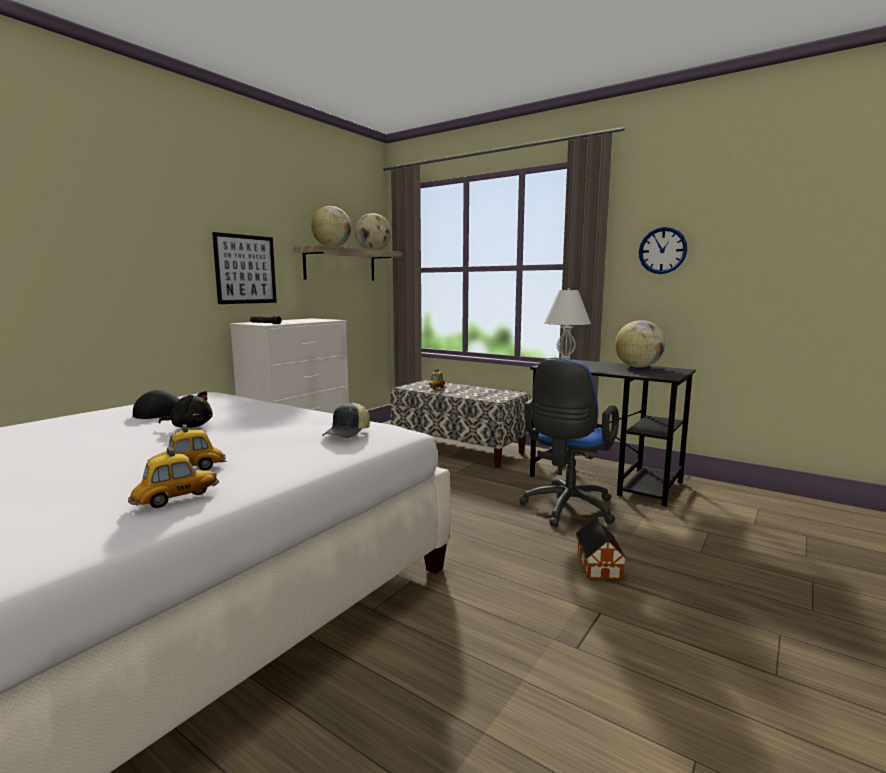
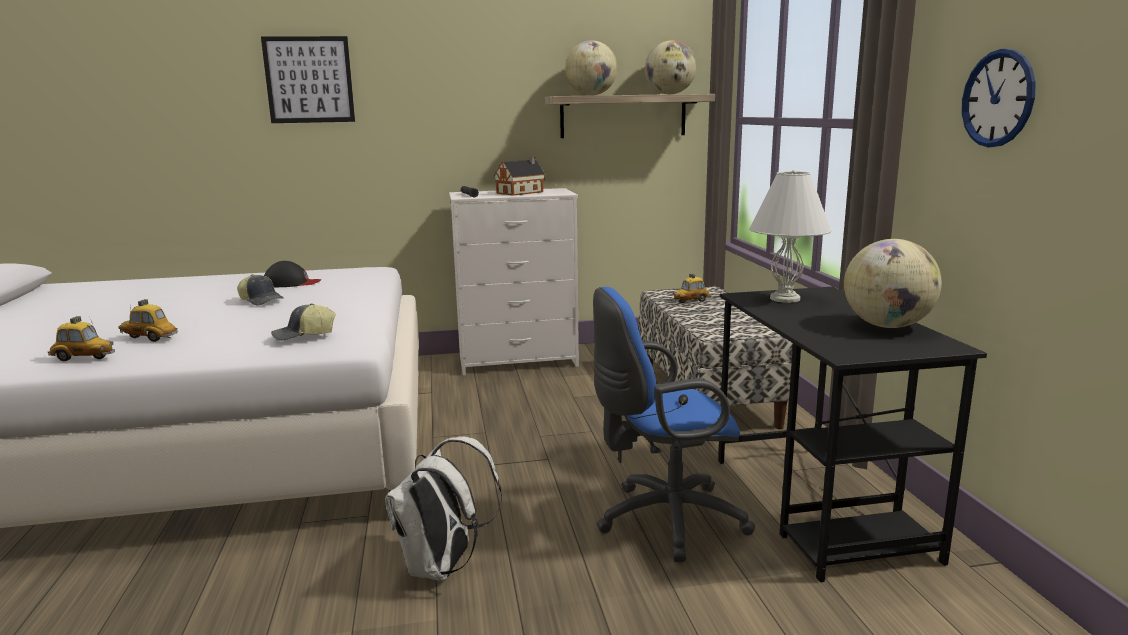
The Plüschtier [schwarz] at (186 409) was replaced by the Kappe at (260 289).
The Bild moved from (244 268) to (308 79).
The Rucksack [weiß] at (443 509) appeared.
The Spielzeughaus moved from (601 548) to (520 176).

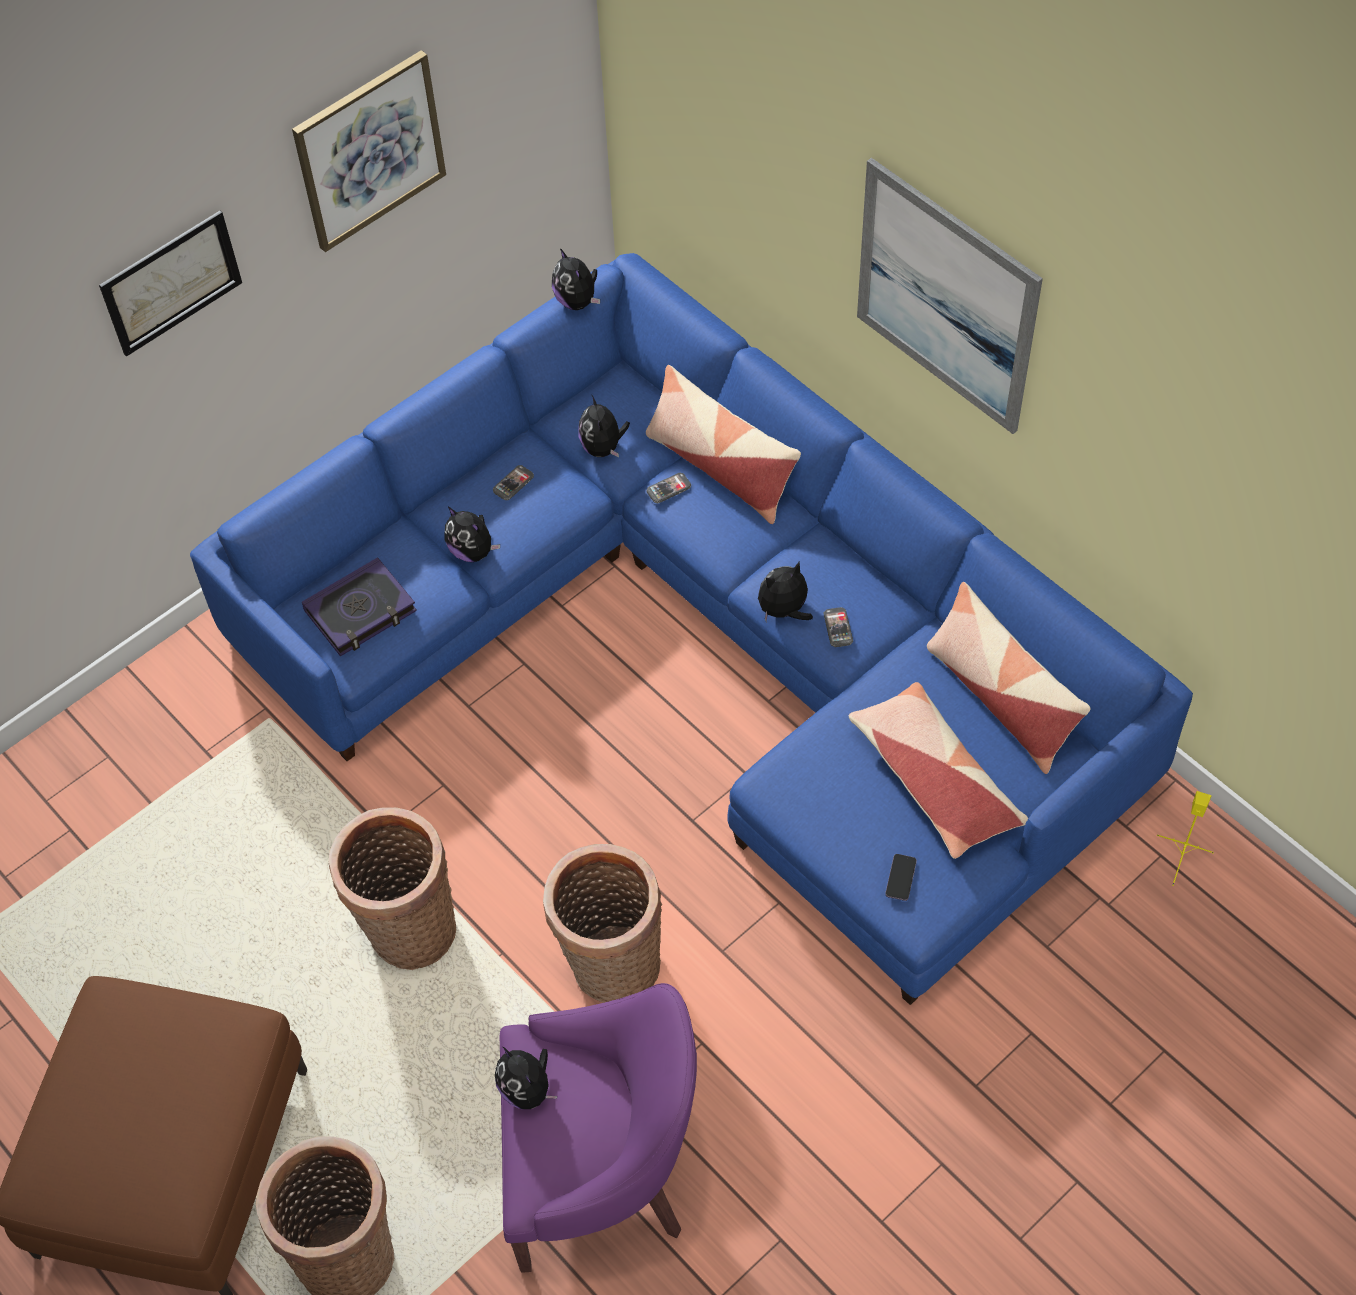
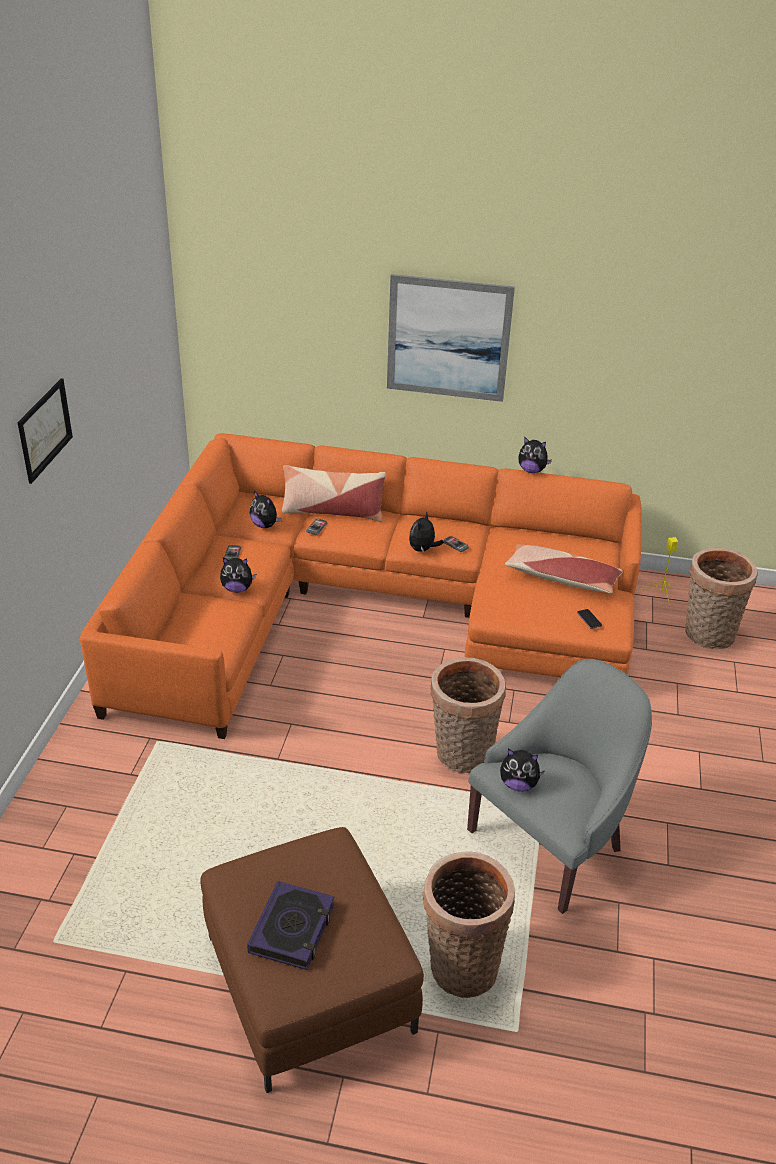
The Sofa [blau] at (691 629) became the Sofa [orange] at (361 586).
The Buch moved from (359 607) to (290 925).
The Sessel [lila] at (598 1128) became the Sessel [grau] at (559 786).
The Plüschtier moved from (576 279) to (535 455).
The Korb moved from (392 888) to (721 598).
The Bild at (369 151) disappeared.
The Kissen at (1009 678) disappeared.

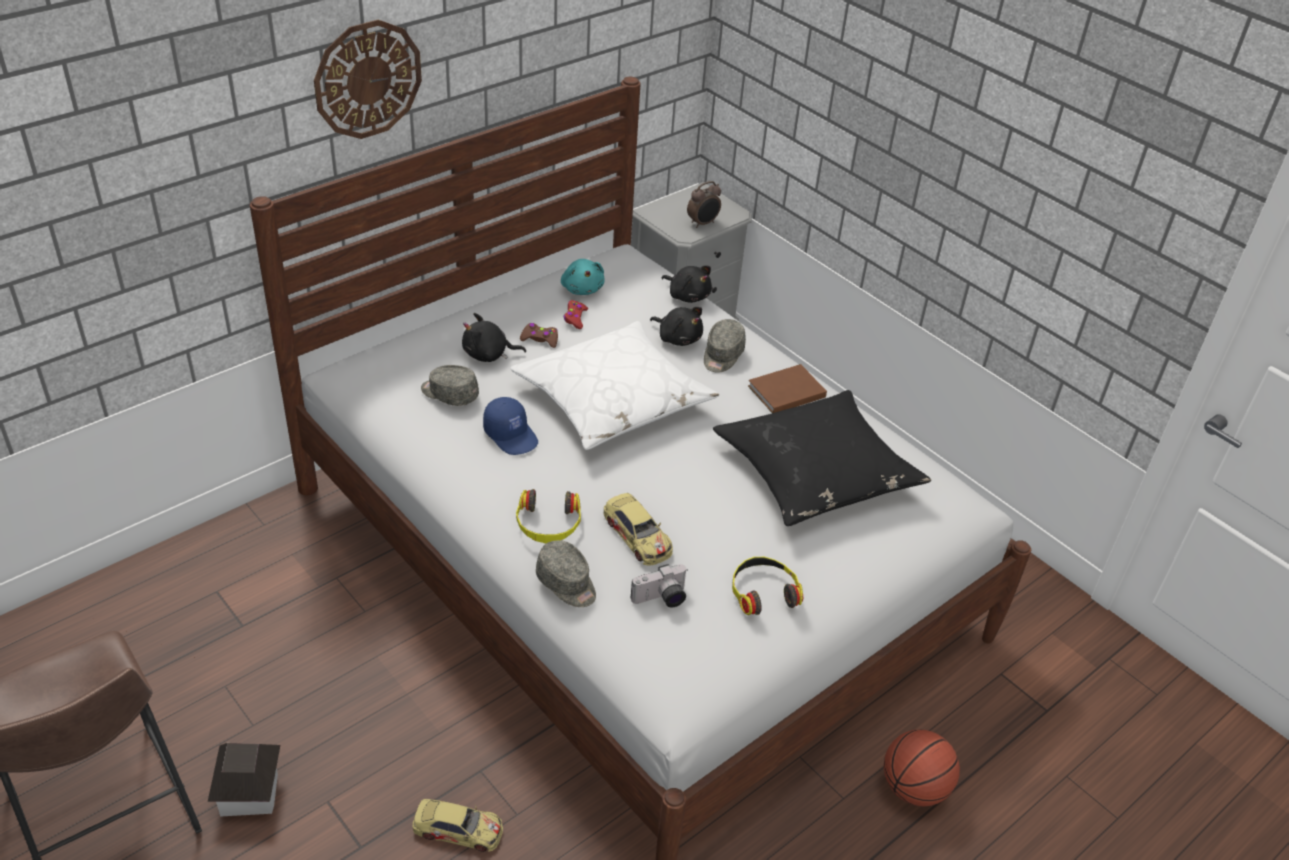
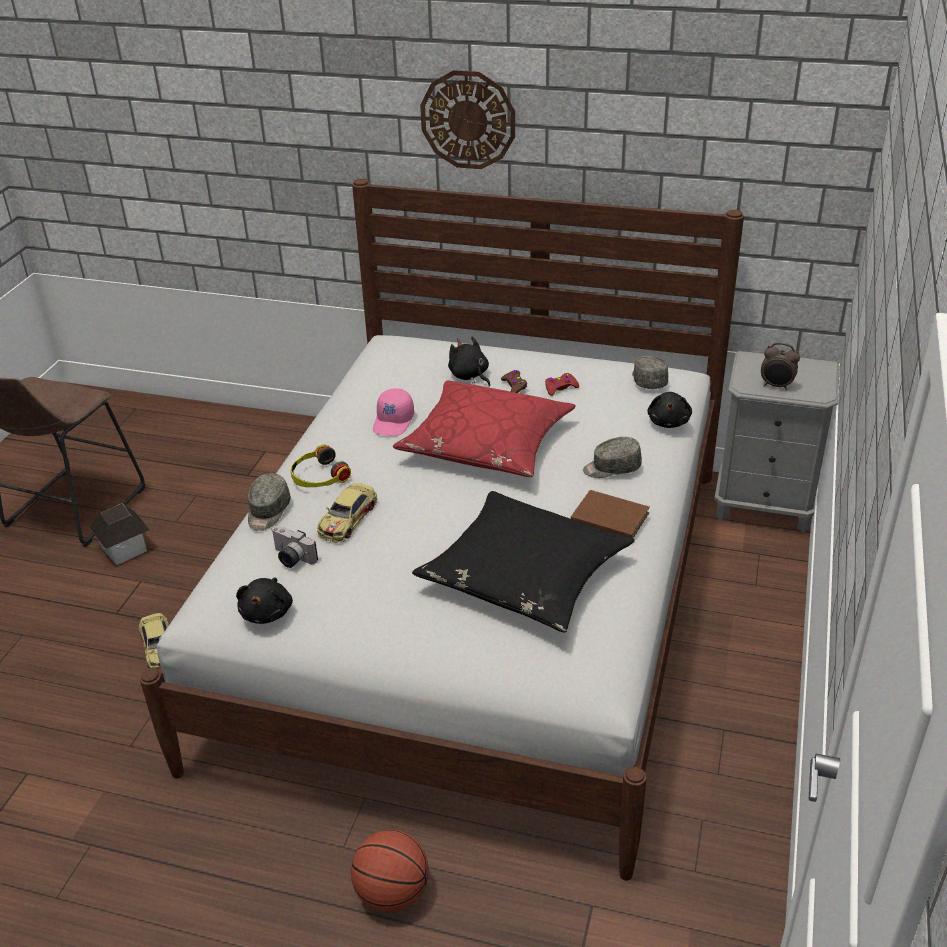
The Plüschtier [schwarz] moved from (676 326) to (264 600).
The Kappe [blau] at (510 426) became the Kappe [rosa] at (393 412).
The Kissen [weiß] at (614 385) became the Kissen [rot] at (484 429).
The Kappe [grau] moved from (450 385) to (650 372).
The Plüschtier [türkis] at (583 277) disappeared.
The Kopfhörer at (767 586) disappeared.

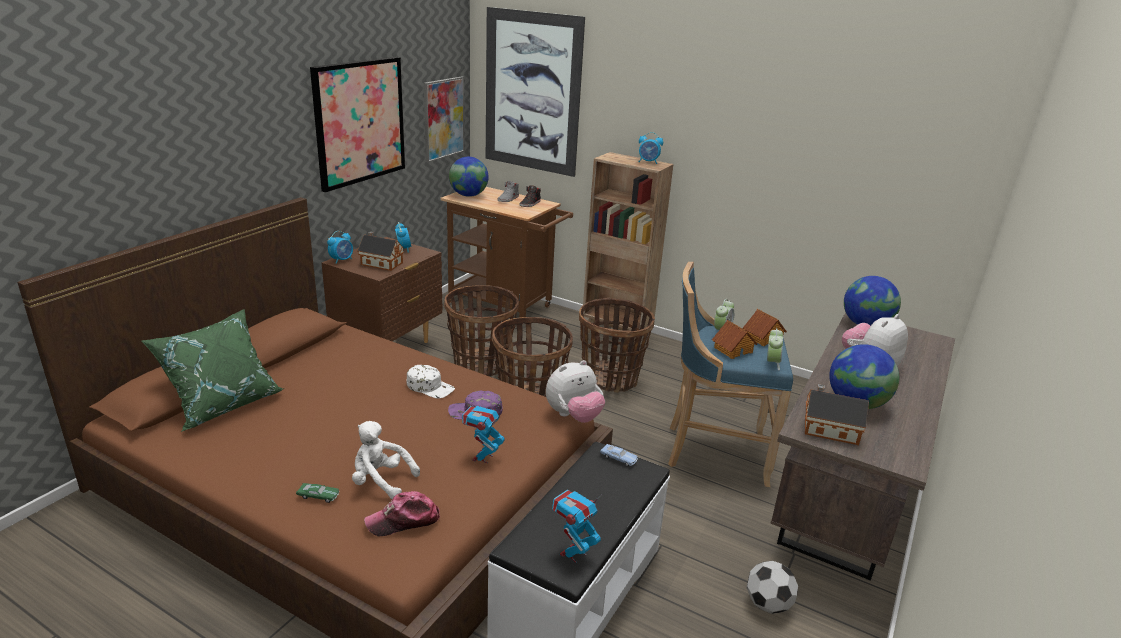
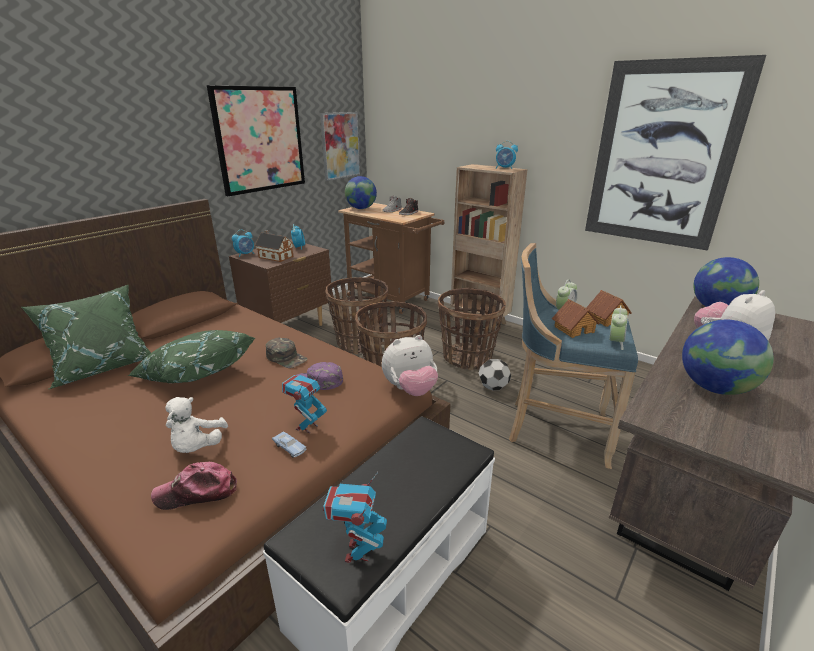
The Kissen [grün] at (191 356) appeared.
The Plüschtier [weiß] at (386 460) turned 120 degrees counterclockwise.
The Kappe [weiß] at (431 381) became the Kappe [grün] at (287 353).
The Spielzeugauto [blau] moved from (619 455) to (289 445).
The Spielzeugroboter at (577 526) turned 45 degrees counterclockwise.
The Fußball moved from (772 587) to (495 374).
The Bild moved from (535 92) to (675 153).
The Spielzeugauto [grün] at (317 493) disappeared.
The Spielzeughaus at (837 414) disappeared.

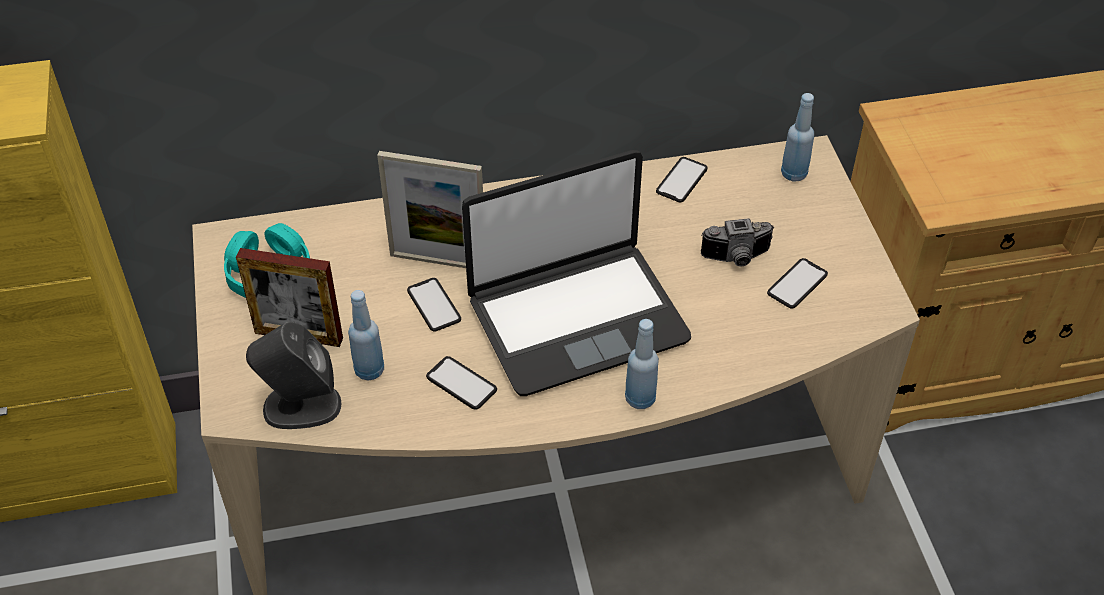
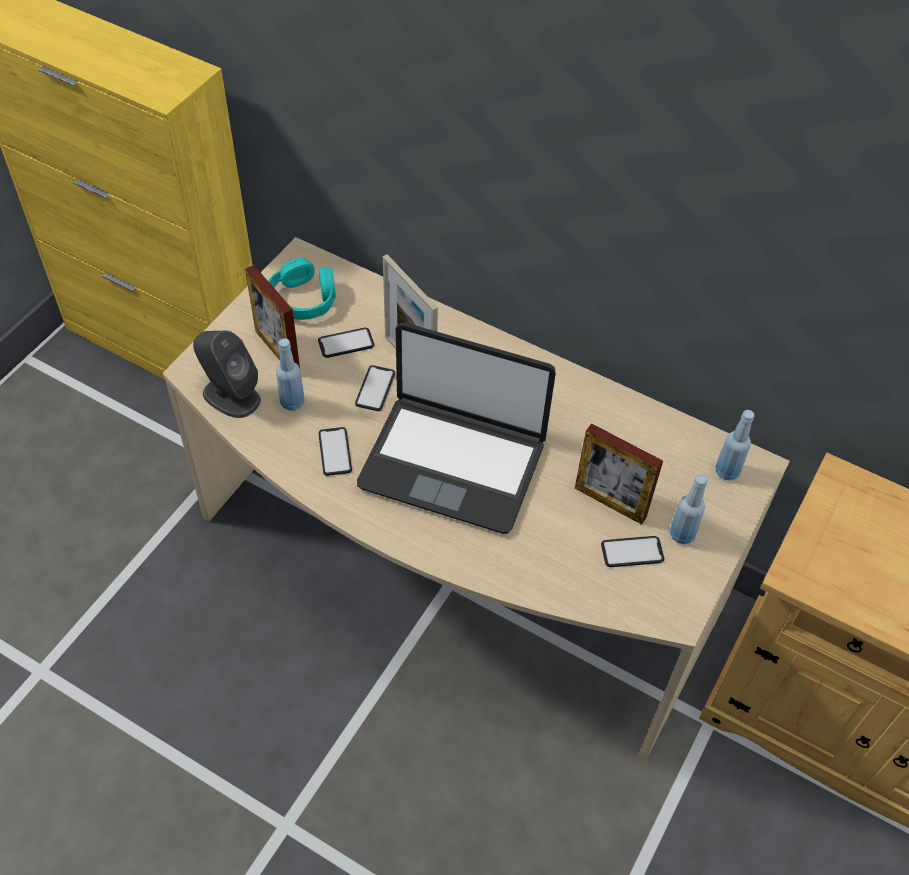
The Handy moved from (682 180) to (346 343).
The Kamera at (737 242) was replaced by the Bilderrahmen at (619 474).
The Flasche [blau] moved from (642 364) to (689 509).

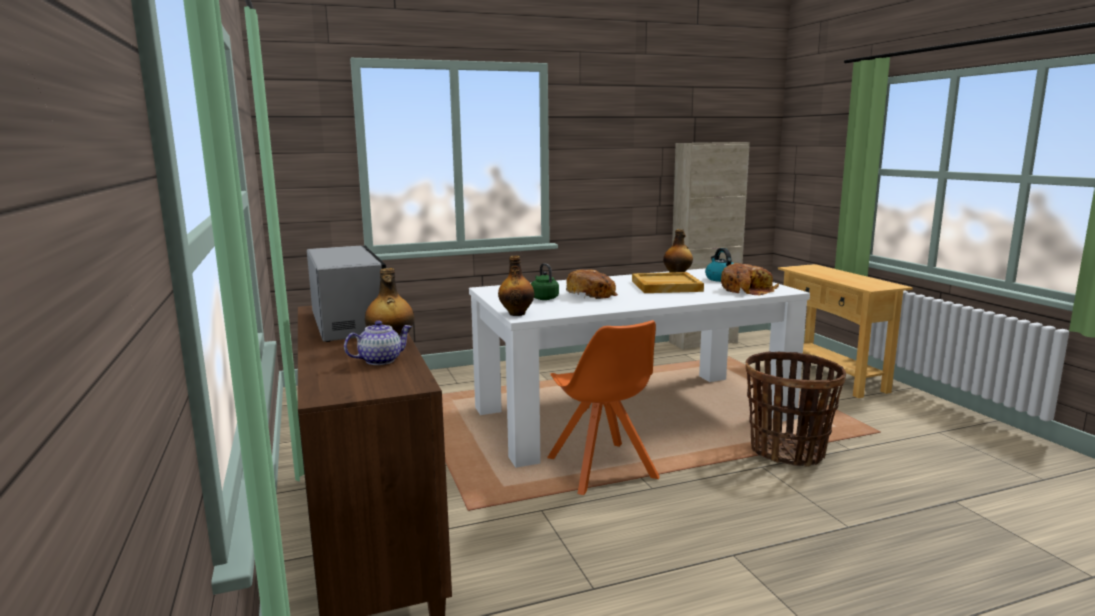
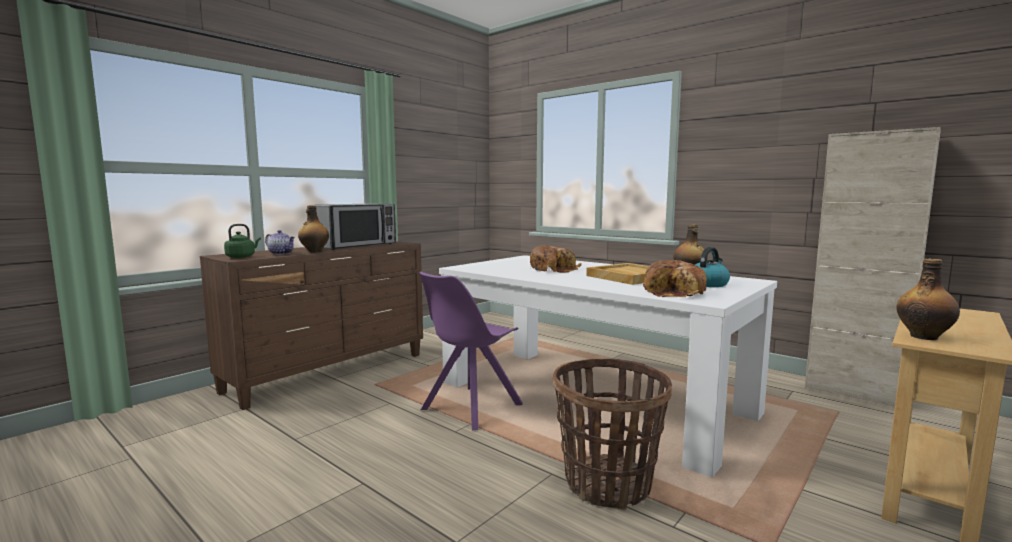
The Wasserkessel [grün] moved from (545 281) to (242 241).
The Stuhl [orange] at (603 407) became the Stuhl [lila] at (471 351).
The Flasche moved from (516 286) to (928 299).

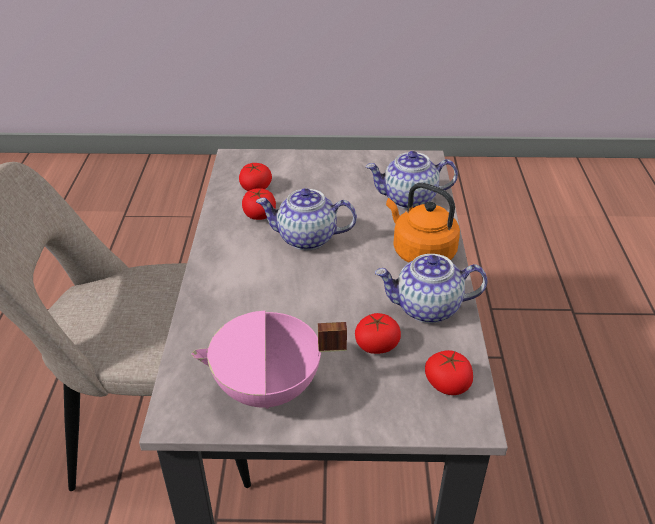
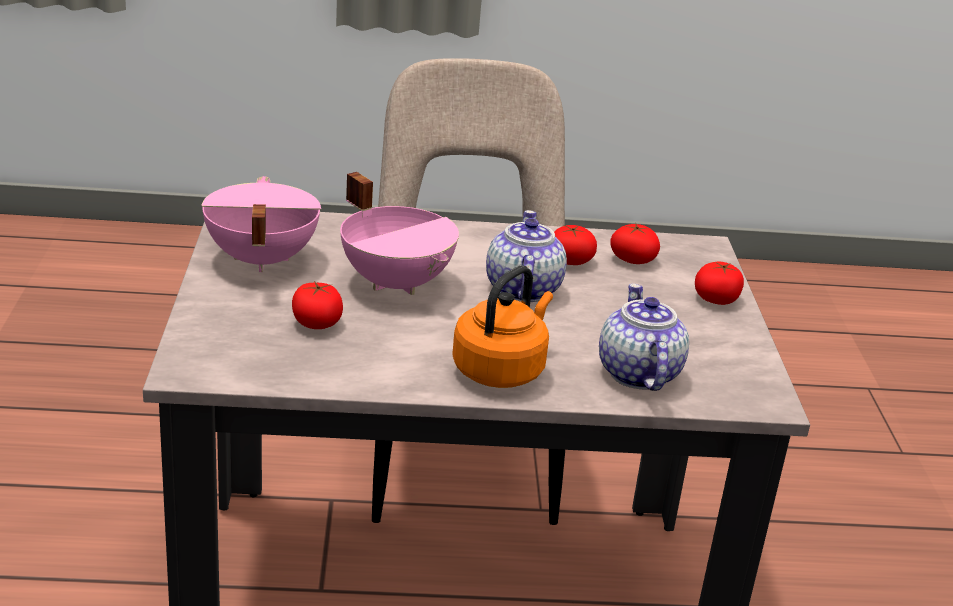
The Kochtopf [rosa] at (399 233) appeared.
The Tomate moved from (449 372) to (719 283).
The Teekanne at (431 288) disappeared.

